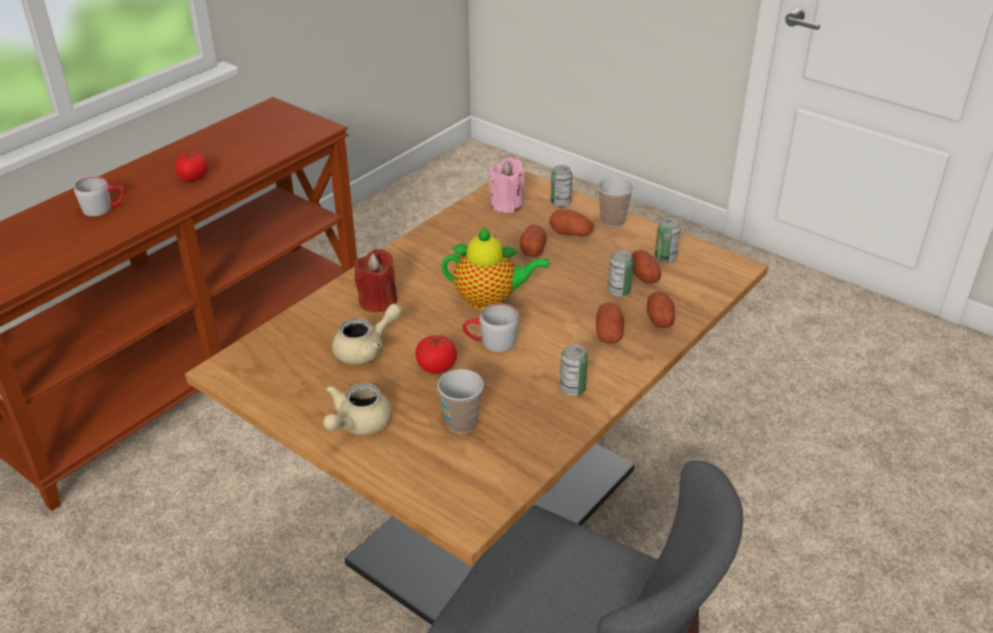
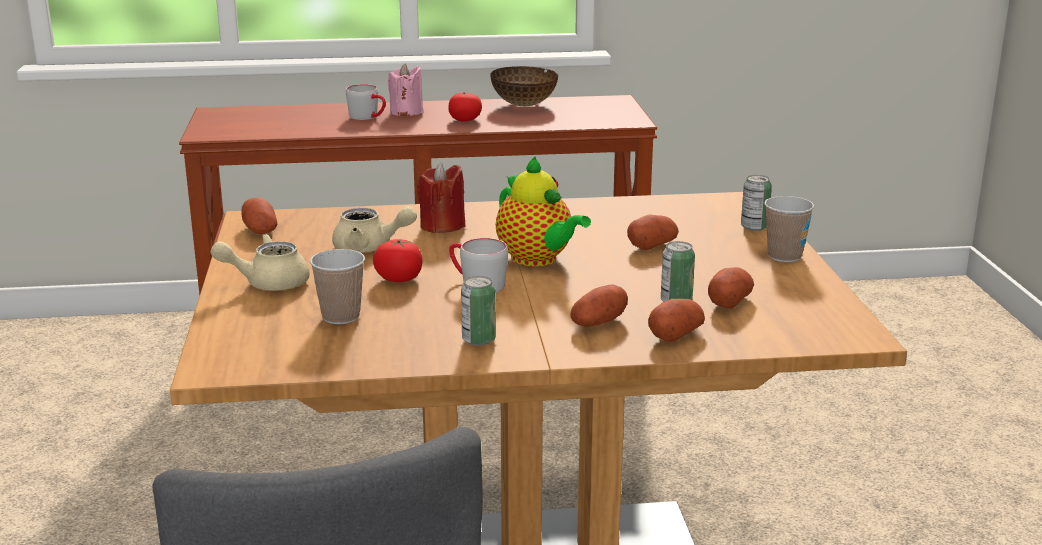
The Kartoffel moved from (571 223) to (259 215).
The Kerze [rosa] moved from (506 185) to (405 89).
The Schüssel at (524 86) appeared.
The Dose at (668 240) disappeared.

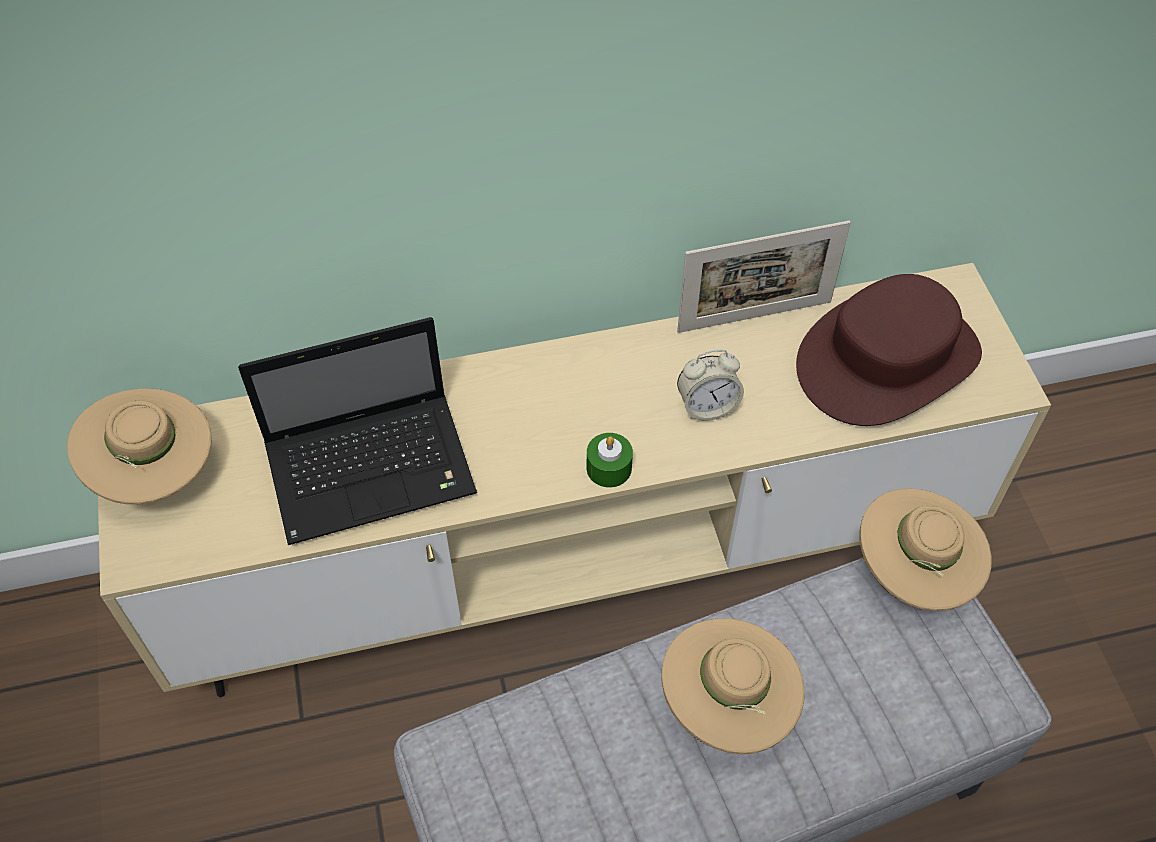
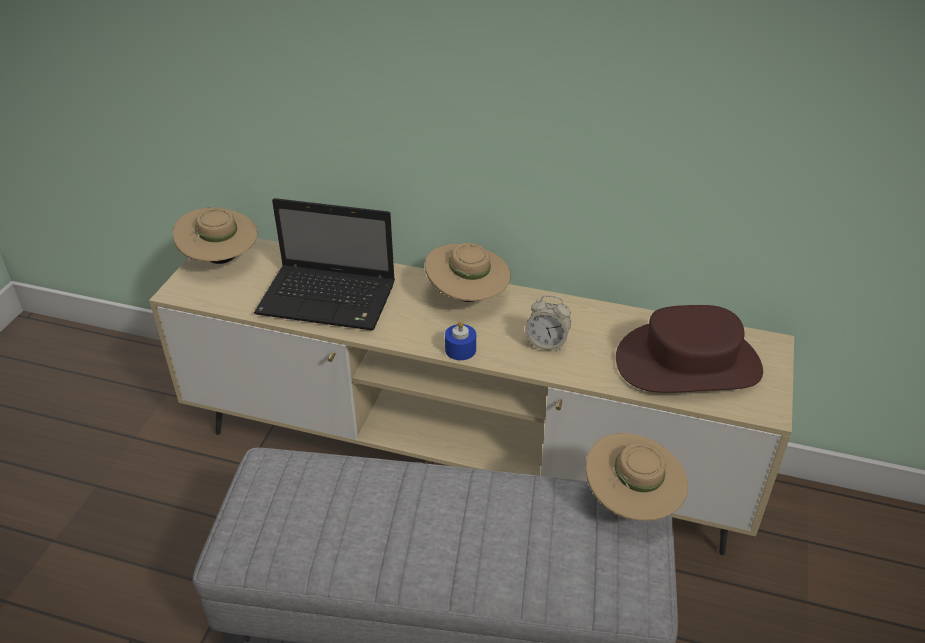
The Hut [beige] moved from (733 686) to (468 272).
The Kerze [grün] at (610 460) became the Kerze [blau] at (460 340).
The Bilderrahmen at (764 277) disappeared.

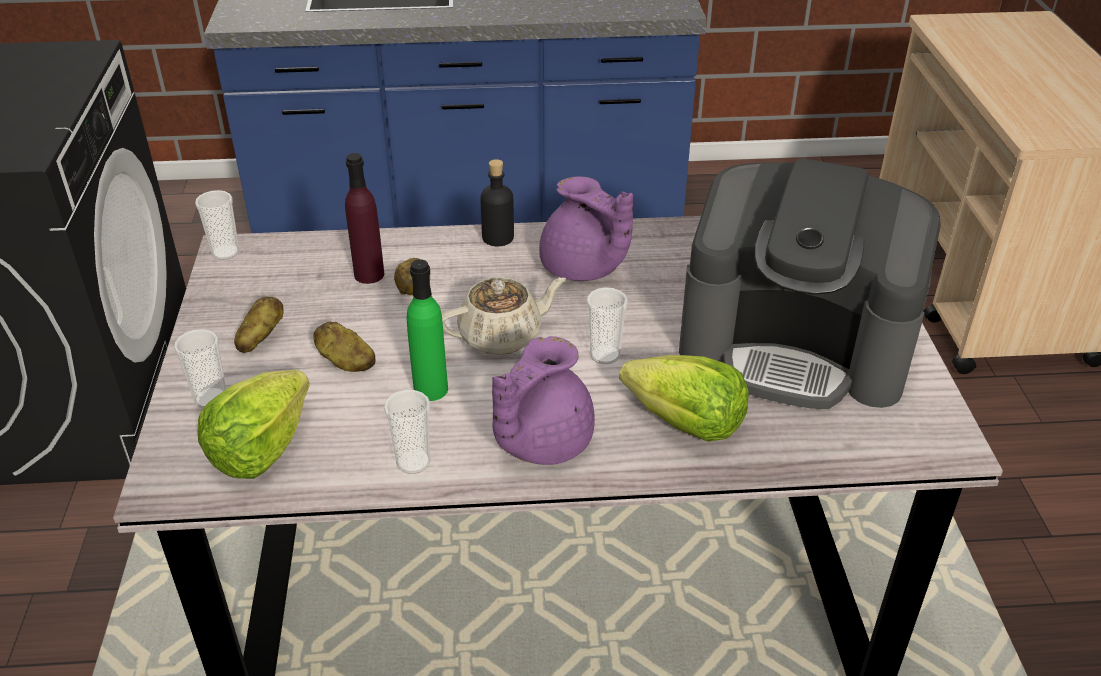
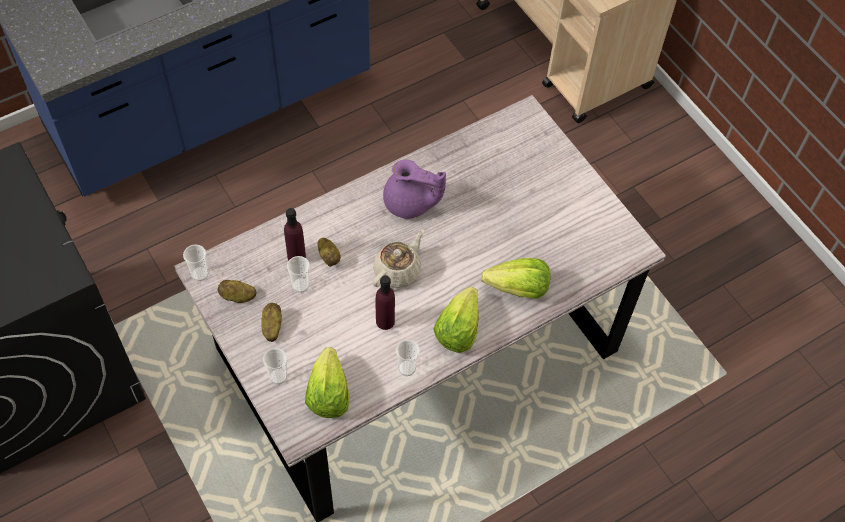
The Kartoffel moved from (344 347) to (237 291).
The Tasse moved from (607 325) to (298 274).
The Flasche [grün] at (427 330) became the Flasche [lila] at (385 302).
The Teekanne [lila] at (543 400) was replaced by the Salatkopf at (456 320).
The Flasche [schwarz] at (497 202) disappeared.
The Kaffeemaschine at (810 283) disappeared.

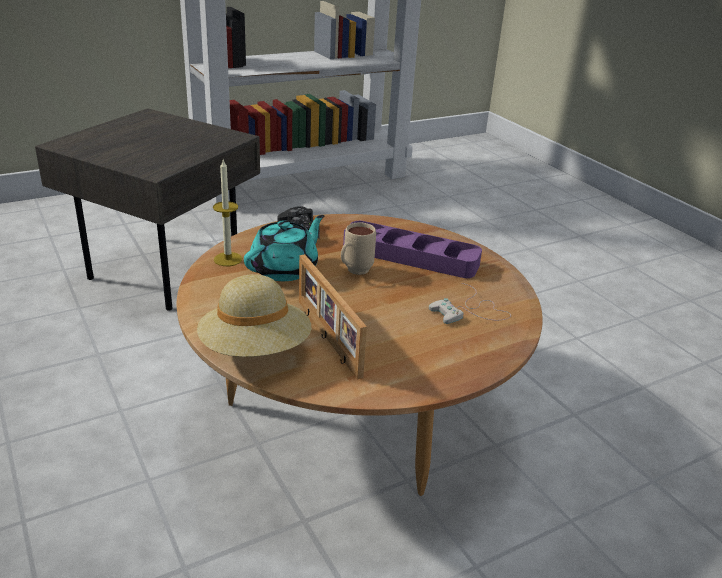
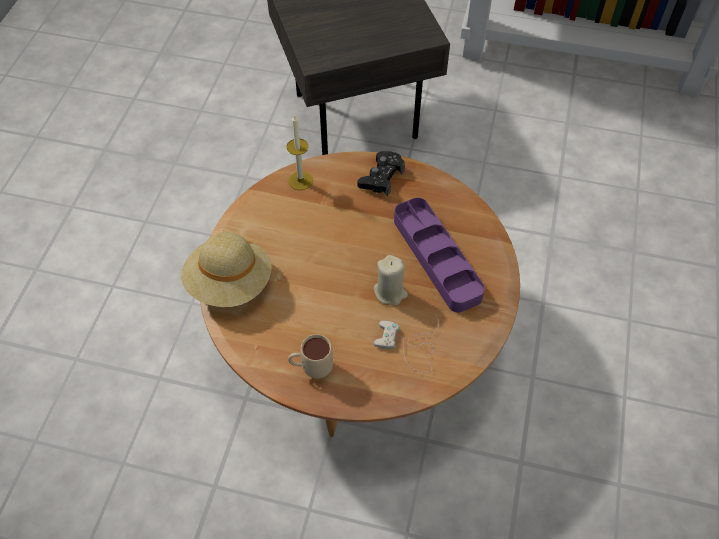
The Henkelbecher [beige] moved from (358 248) to (310 356).
The Kerze [beige] at (391 280) appeared.
The Teekanne [türkis] at (284 248) disappeared.
The Bilderrahmen at (333 316) disappeared.

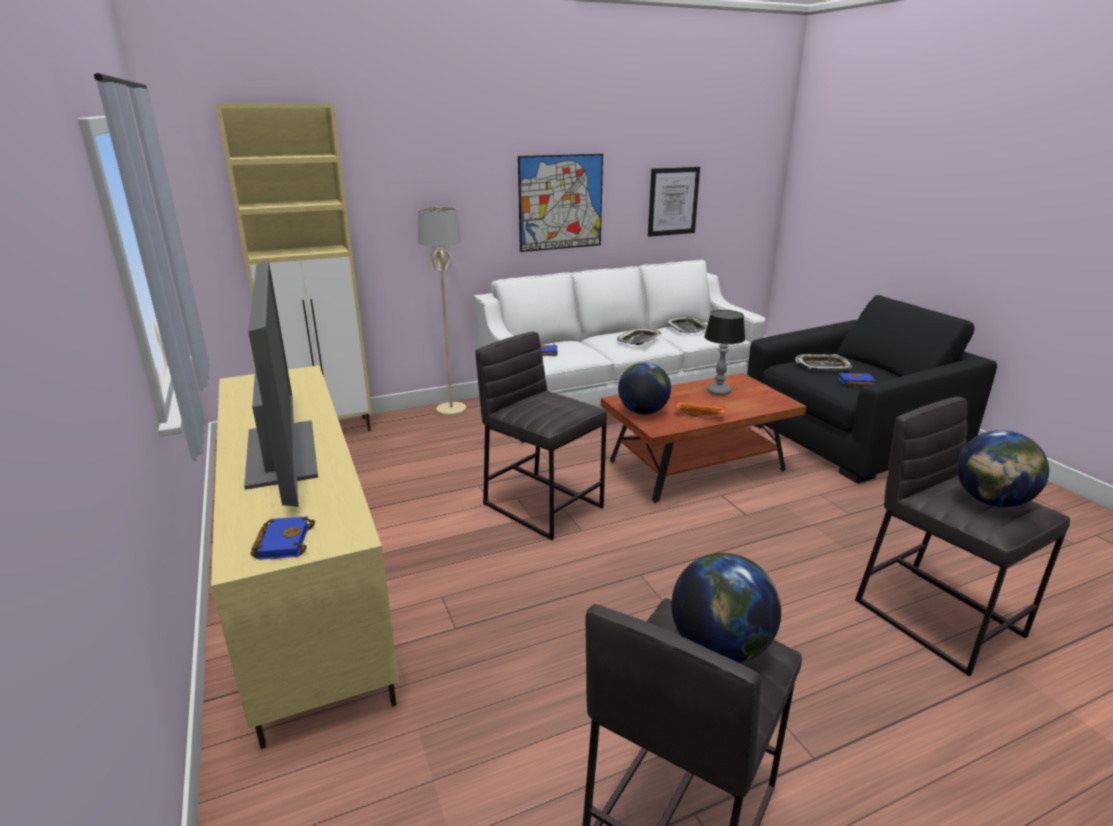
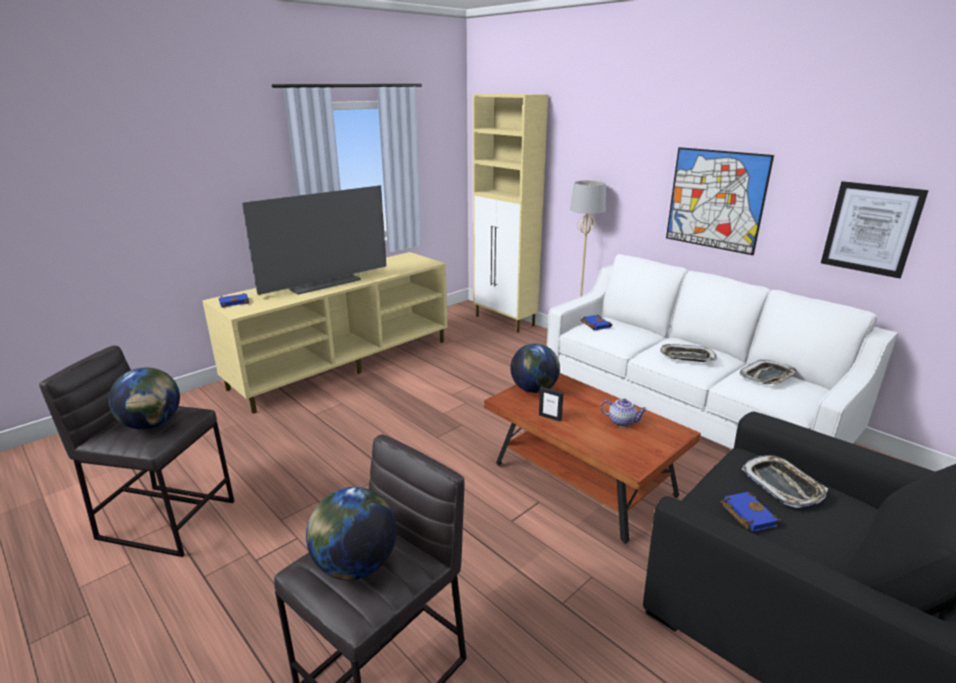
The Tablett [orange] at (700 409) was replaced by the Bilderrahmen at (551 404).
The Tischlampe at (724 353) was replaced by the Teekanne at (623 413).
The Hocker [grau] at (541 436) disappeared.

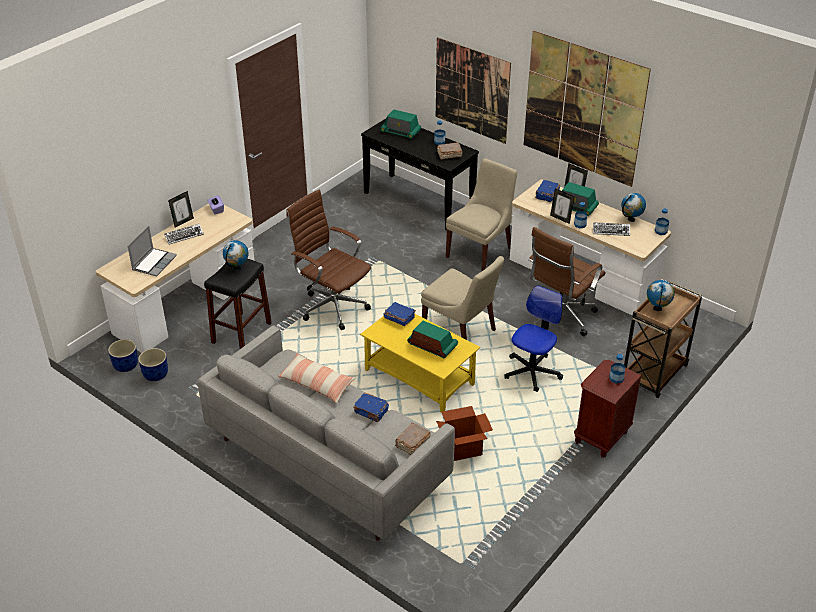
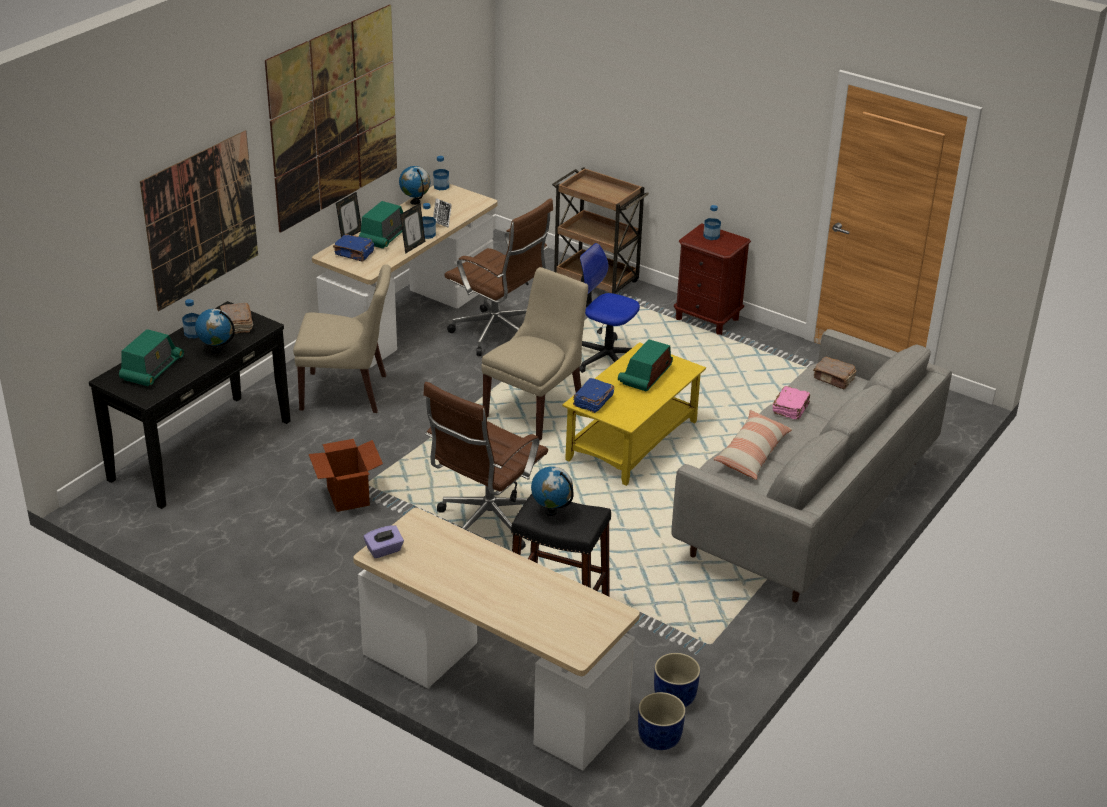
The Globus moved from (660 295) to (215 331).
The Stuhl [beige] at (481 215) turned 150 degrees clockwise.
The Karton moved from (464 433) to (346 475).
The Buch [blau] at (371 407) became the Buch [rosa] at (791 403).
The Laptop at (152 251) disappeared.
The Tastatur at (184 234) disappeared.
The Bilderrahmen at (181 209) disappeared.

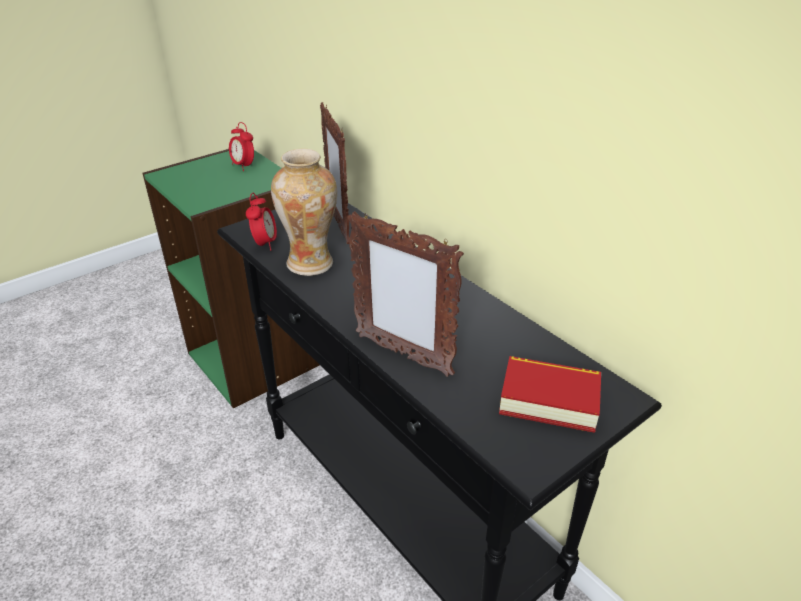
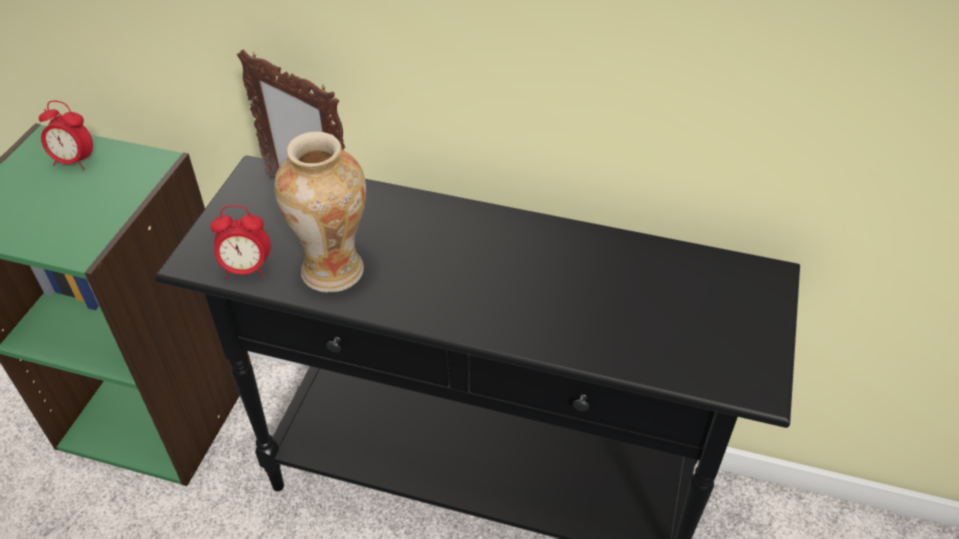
The Wecker at (261 222) turned 120 degrees clockwise.
The Bilderrahmen at (405 294) disappeared.
The Buch at (550 394) disappeared.

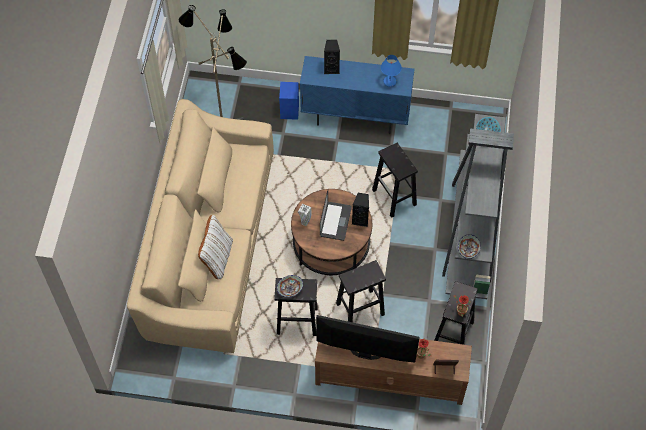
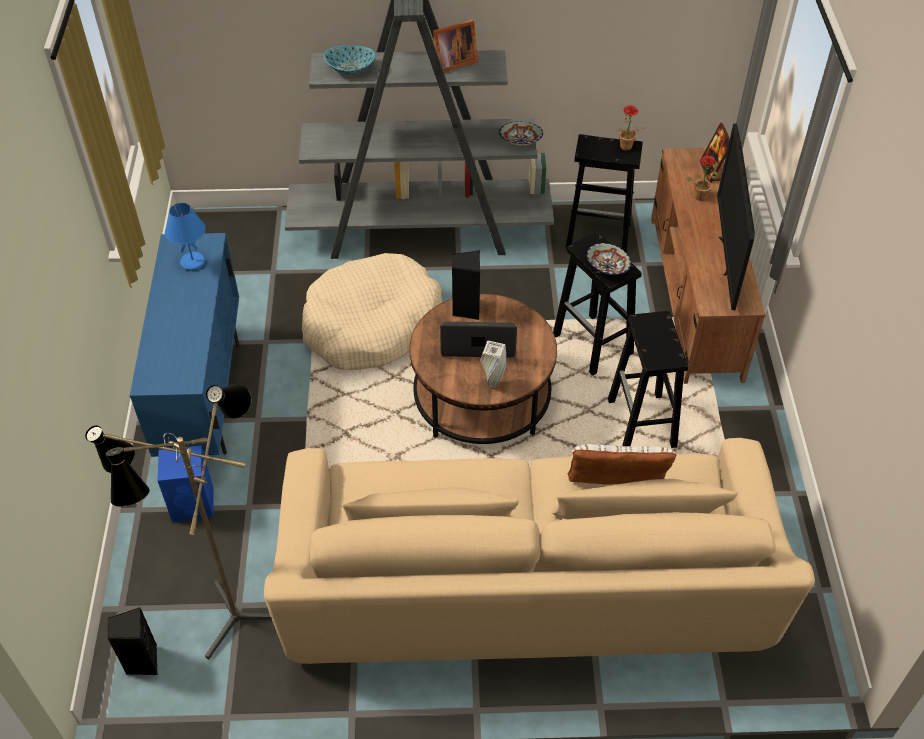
The Lautsprecher [schwarz] moved from (332 57) to (132 641).
The Hocker [schwarz] at (395 180) was replaced by the Hundebett [beige] at (372 311).
The Bilderrahmen at (455 46) appeared.
The Schüssel moved from (289 286) to (609 259).

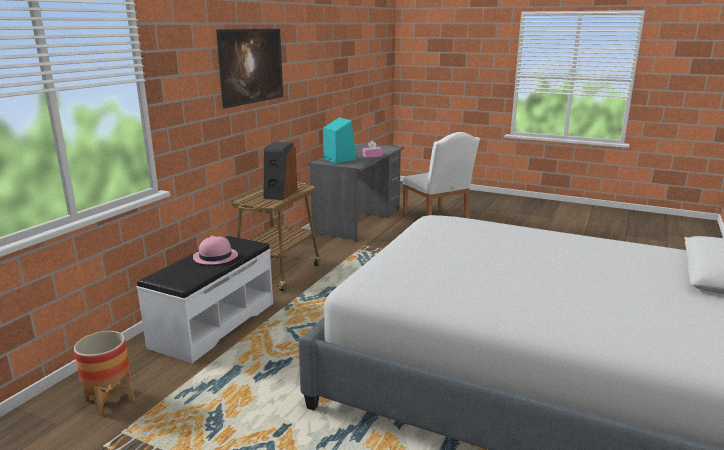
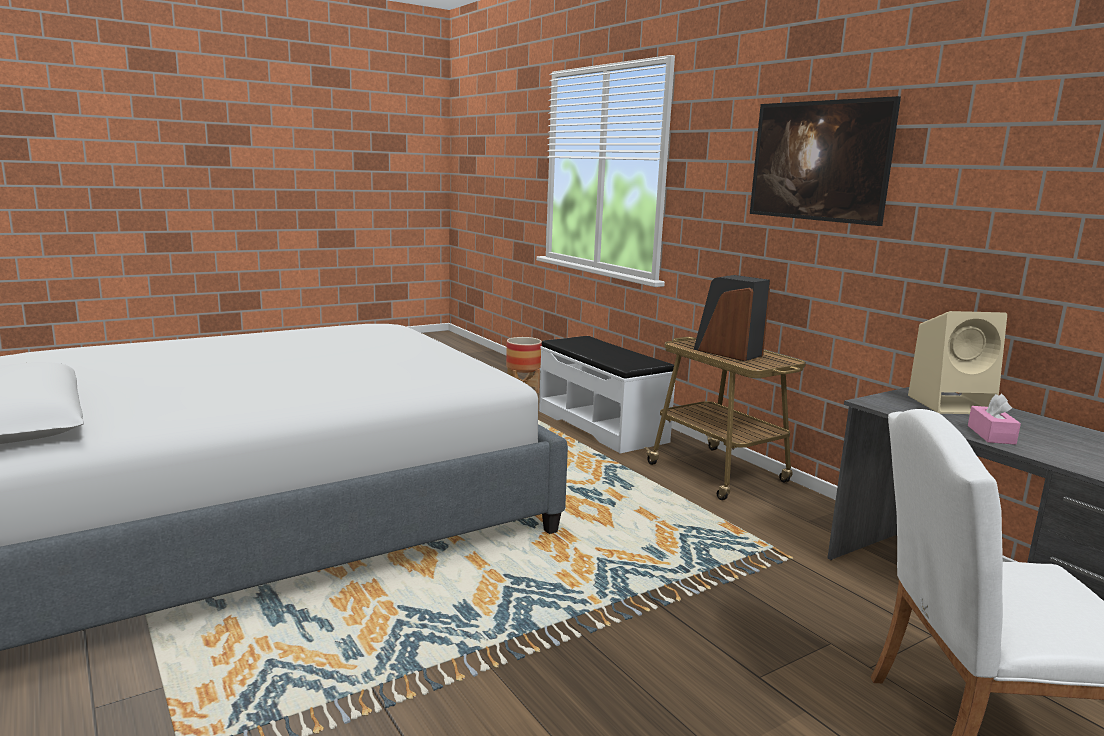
The Lautsprecher [türkis] at (339 140) became the Lautsprecher [beige] at (957 362).
The Hut [rosa] at (215 250) disappeared.

